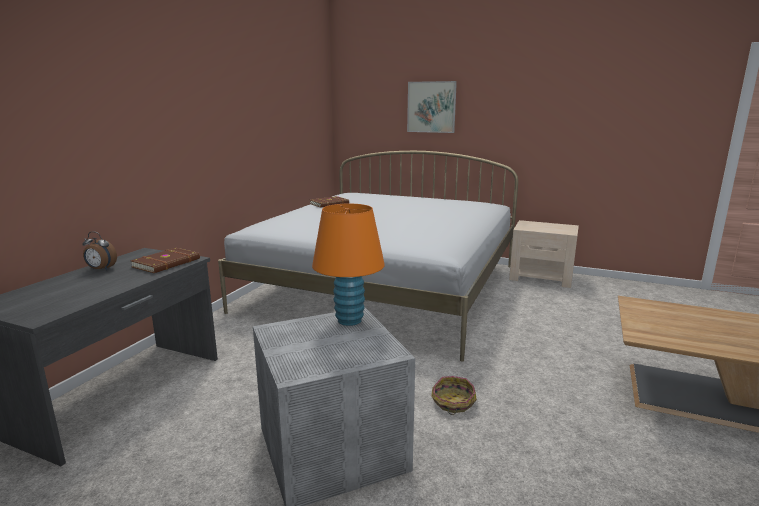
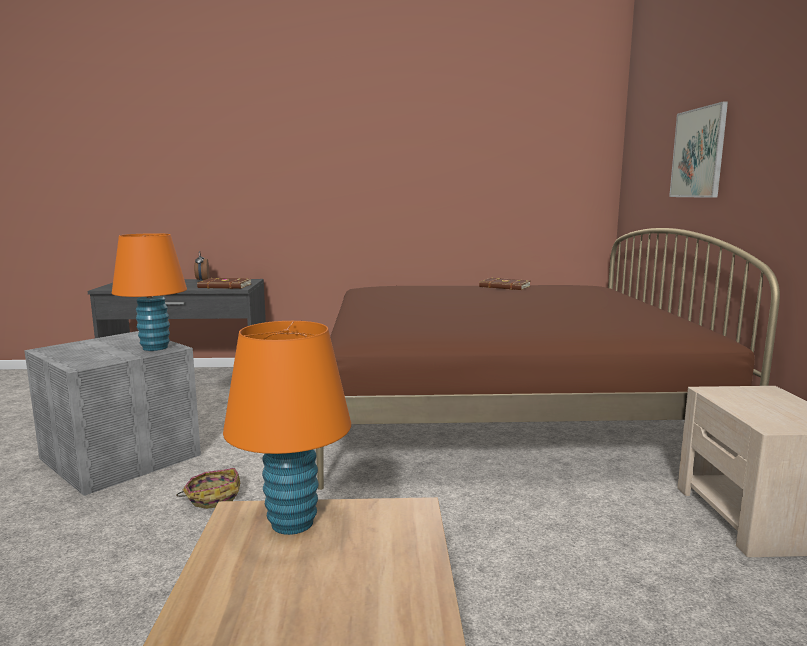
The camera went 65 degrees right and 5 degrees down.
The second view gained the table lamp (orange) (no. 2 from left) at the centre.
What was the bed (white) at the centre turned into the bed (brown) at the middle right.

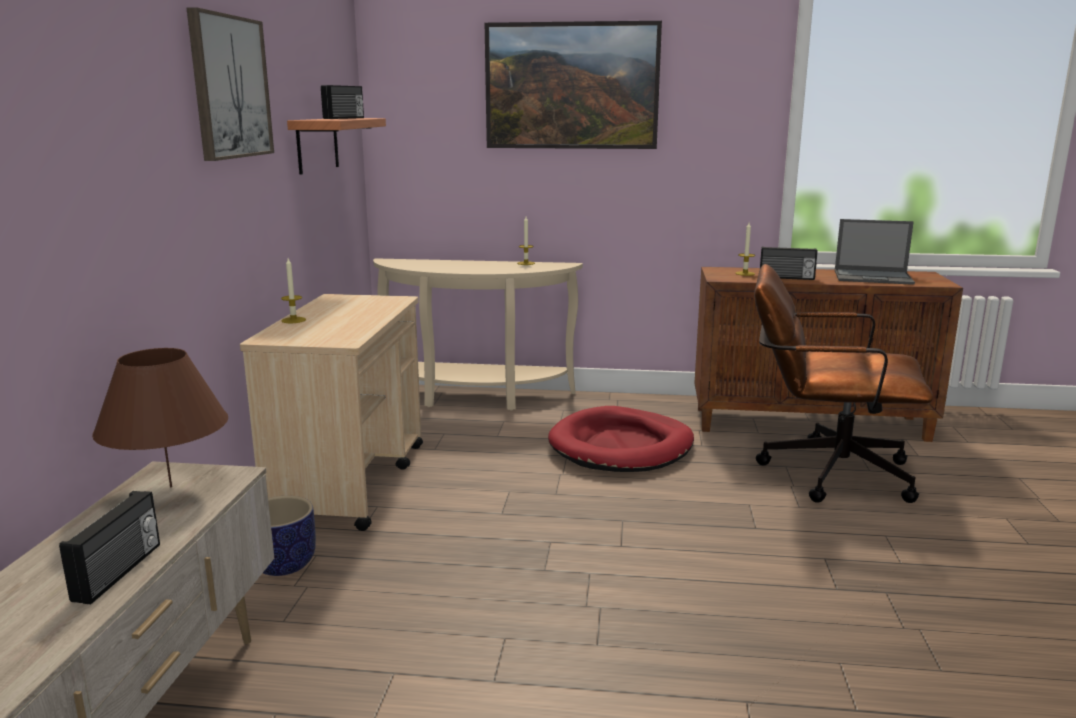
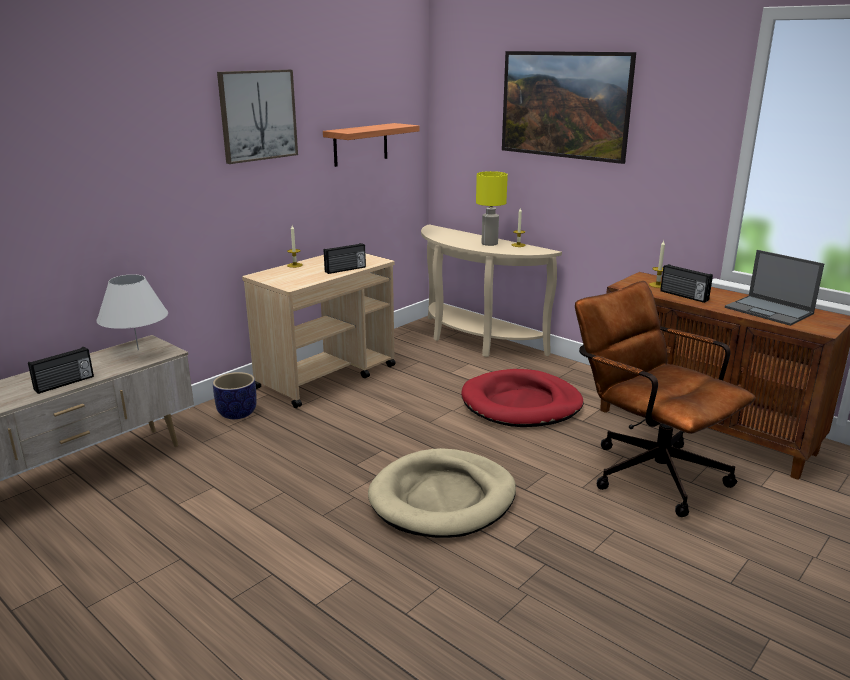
The camera went 35 degrees right and 5 degrees up.
The second view gained the dog bed (beige) at the bottom centre.
The second view gained the table lamp (yellow) at the top centre.
The radio (no. 2 from left) ended up elsewhere, having gone from the top left to the centre.
What was the table lamp (brown) at the middle left turned into the table lamp (white) at the middle left.

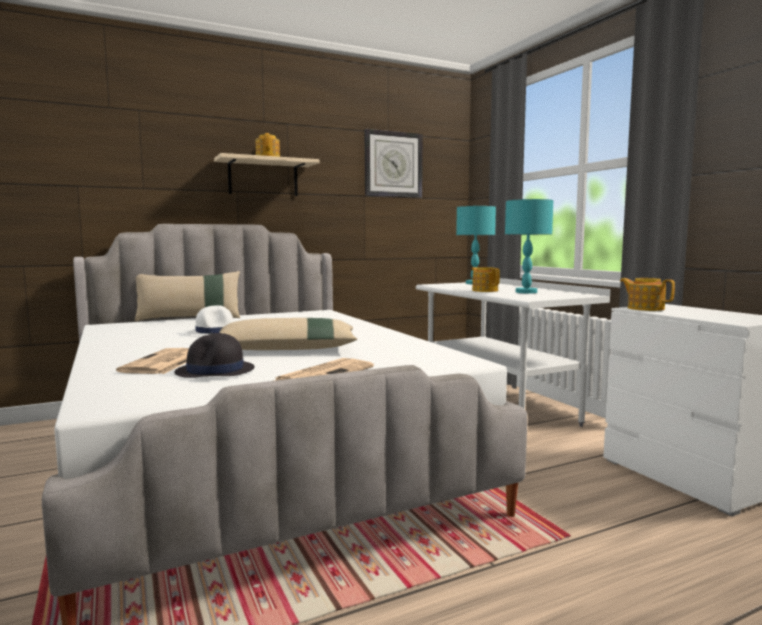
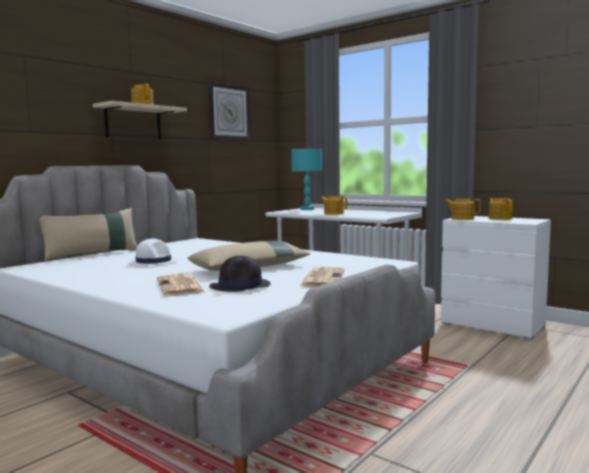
The camera went 25 degrees left and 0 degrees up.
The second view lost the table lamp (turquoise) (no. 2 from left) at the middle right.
The second view gained the teapot (no. 4 from left) at the middle right.

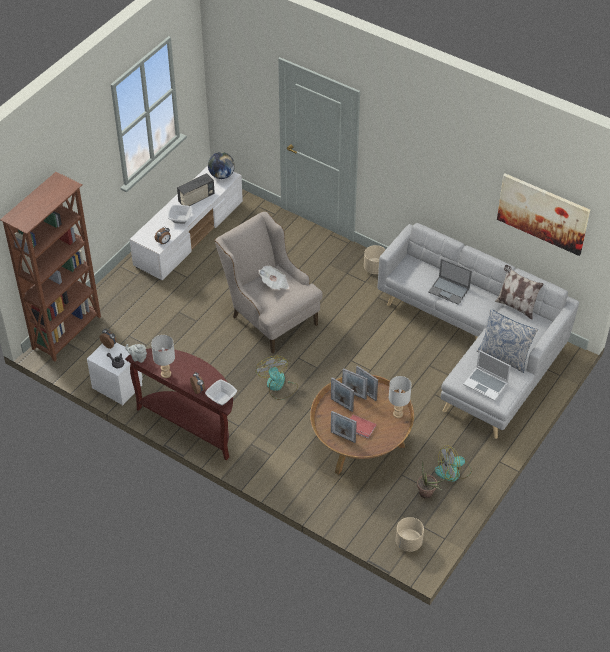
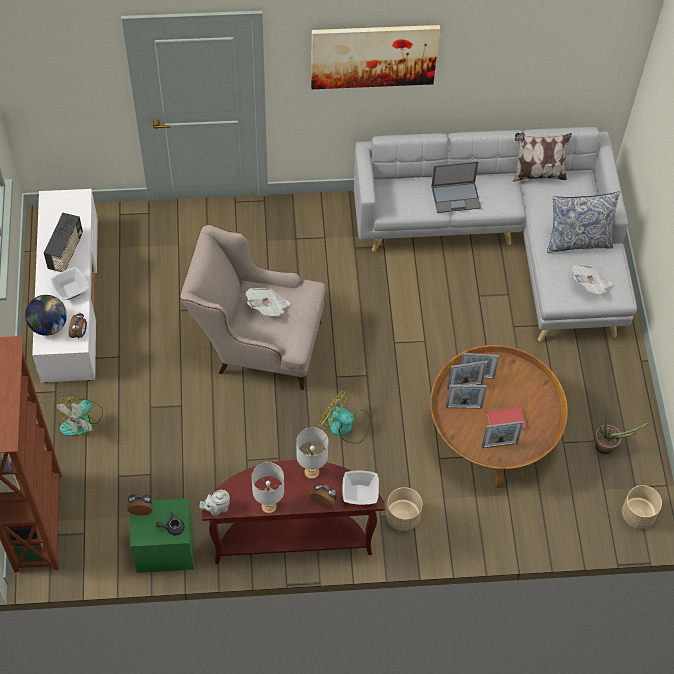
The camera went 40 degrees left and 10 degrees up.
The globe ended up elsewhere, having gone from the top centre to the middle left.
The planter (beige) (no. 1 from left) ended up elsewhere, having gone from the centre to the bottom centre.
The table lamp (grey) (no. 2 from left) ended up elsewhere, having gone from the centre to the bottom centre.
The fan (no. 2 from left in the first image) ended up elsewhere, having gone from the bottom right to the middle left.
The picture ended up elsewhere, having gone from the top right to the top centre.
Where the laptop (no. 2 from left) stood at the middle right, the newspaper (no. 2 from left) came to stand at the middle right.
What was the nightstand (white) at the middle left turned into the nightstand (green) at the bottom left.

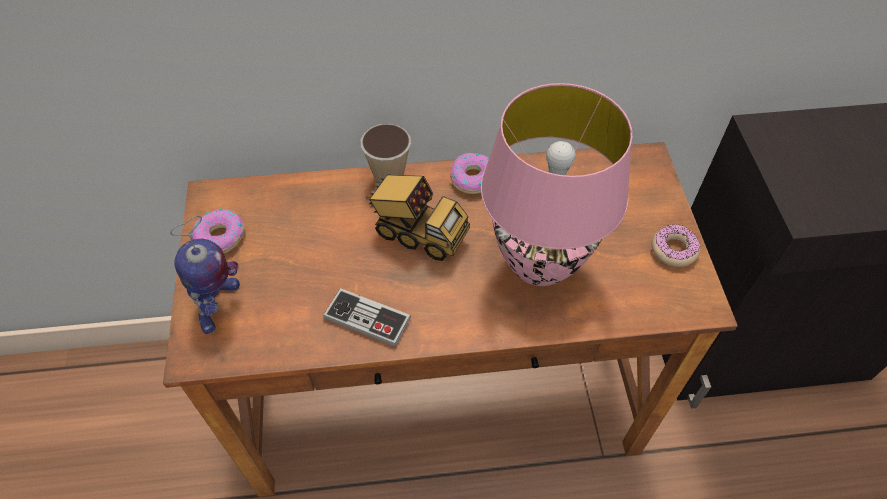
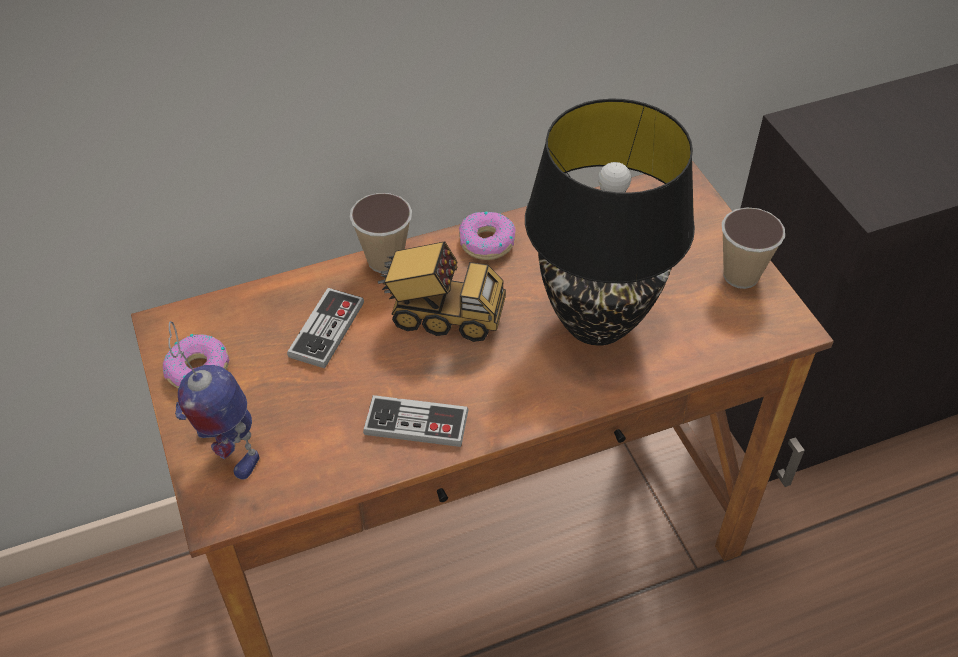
The camera went 15 degrees left and 5 degrees down.
The second view gained the game controller (no. 1 from left) at the centre.
Where the donut (no. 3 from left) stood at the middle right, the cup (no. 2 from left) came to stand at the middle right.
What was the table lamp (pink) at the centre turned into the table lamp (black) at the centre.
The toy robot at the middle left ended up facing another way, 135 degrees clockwise from before.

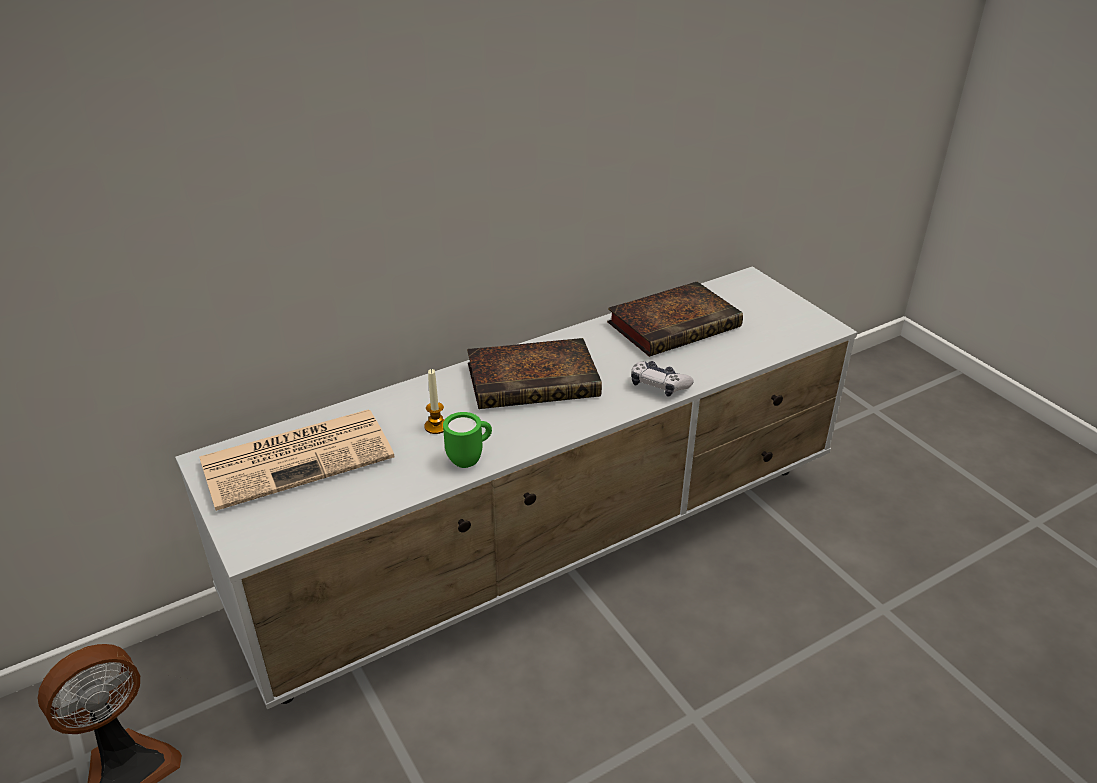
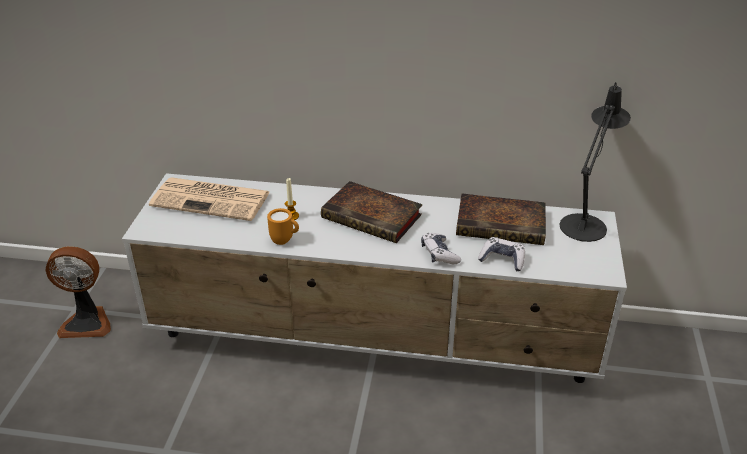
The camera went 40 degrees right and 0 degrees up.
The second view gained the game controller (no. 2 from left) at the middle right.
The second view gained the table lamp (black) at the middle right.
What was the mug (green) at the centre turned into the mug (orange) at the centre.

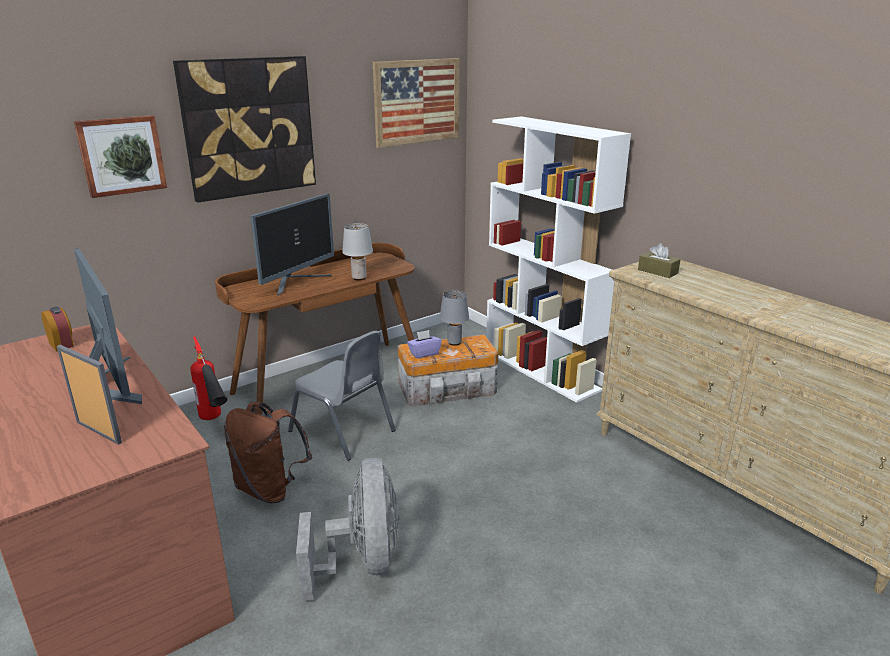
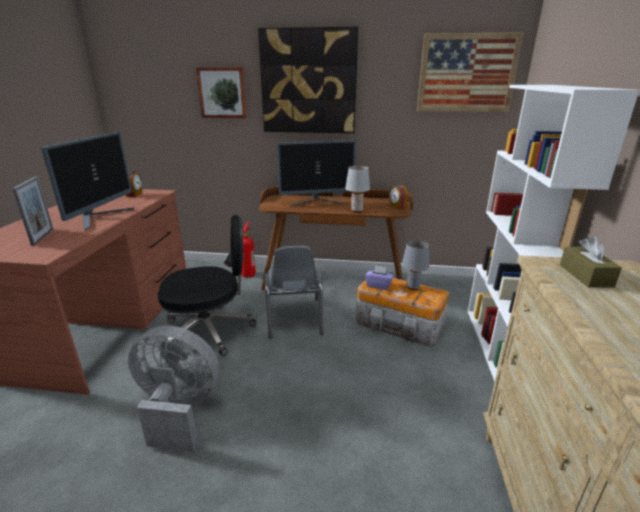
The camera went 45 degrees right and 0 degrees up.
The second view gained the alarm clock (no. 2 from left) at the centre.
Where the backpack (brown) stood at the bottom left, the office chair (black) came to stand at the middle left.
The fan (grey) at the bottom centre ended up facing another way, 120 degrees counterclockwise from before.

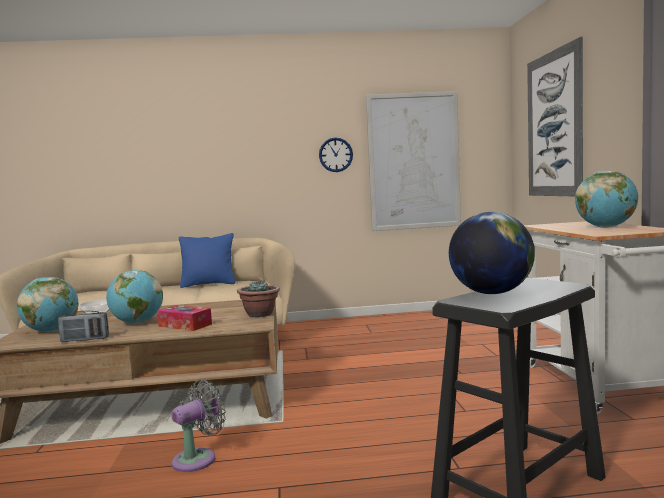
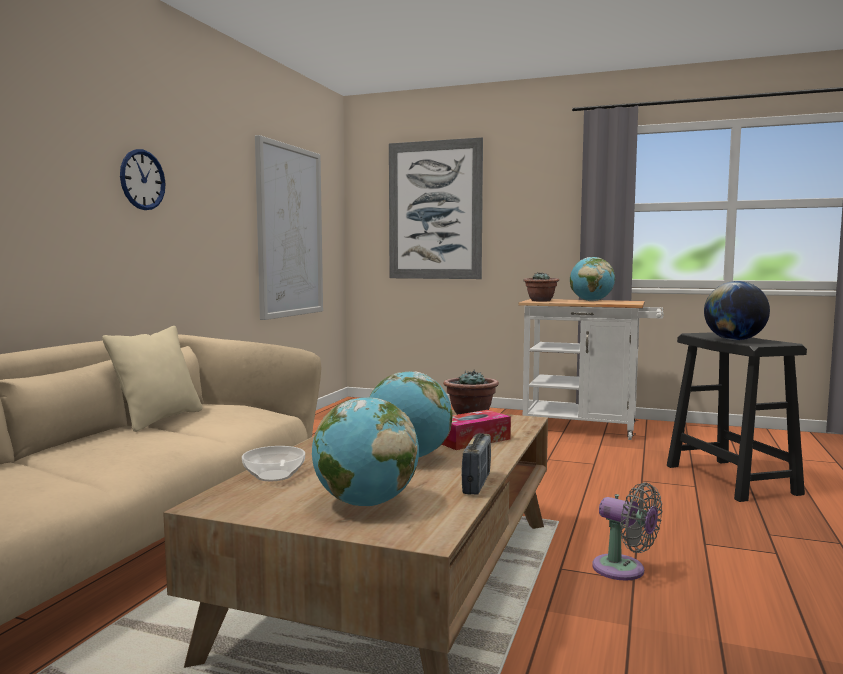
The camera went 65 degrees left and 0 degrees up.
The second view gained the potted plant (no. 2 from left) at the centre.
The wall clock ended up elsewhere, having gone from the top centre to the top left.
What was the pillow (blue) at the middle left turned into the pillow (beige) at the middle left.
The fan (grey) at the bottom left ended up facing another way, 150 degrees clockwise from before.

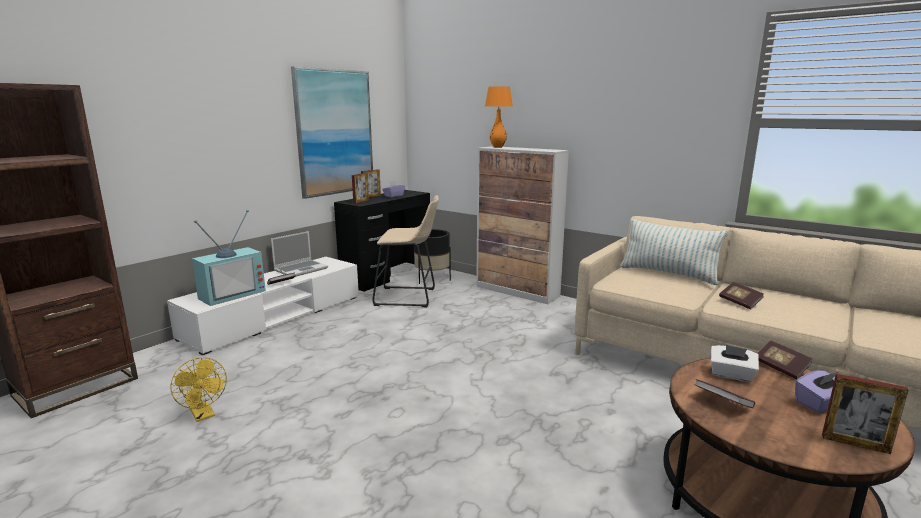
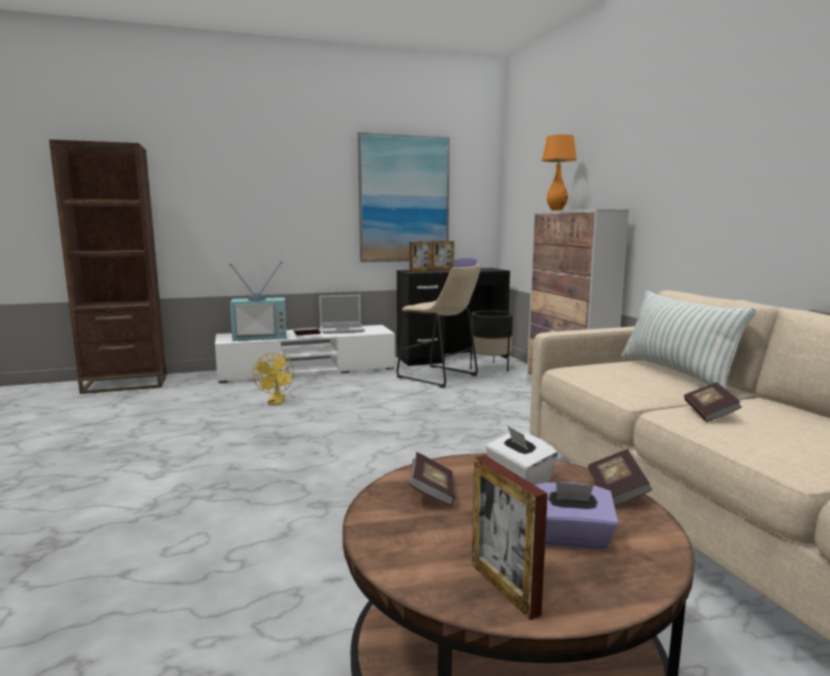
The camera went 35 degrees right and 5 degrees down.
The fan (yellow) ended up elsewhere, having gone from the bottom left to the middle left.

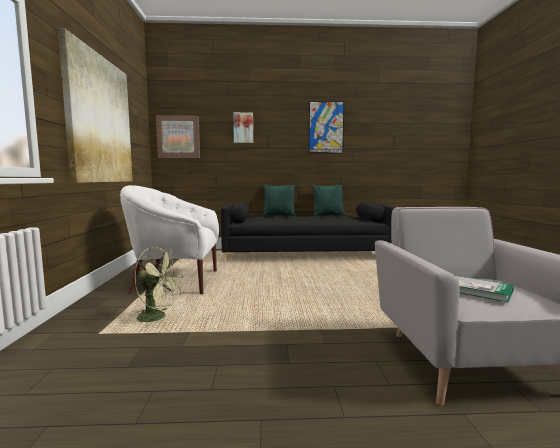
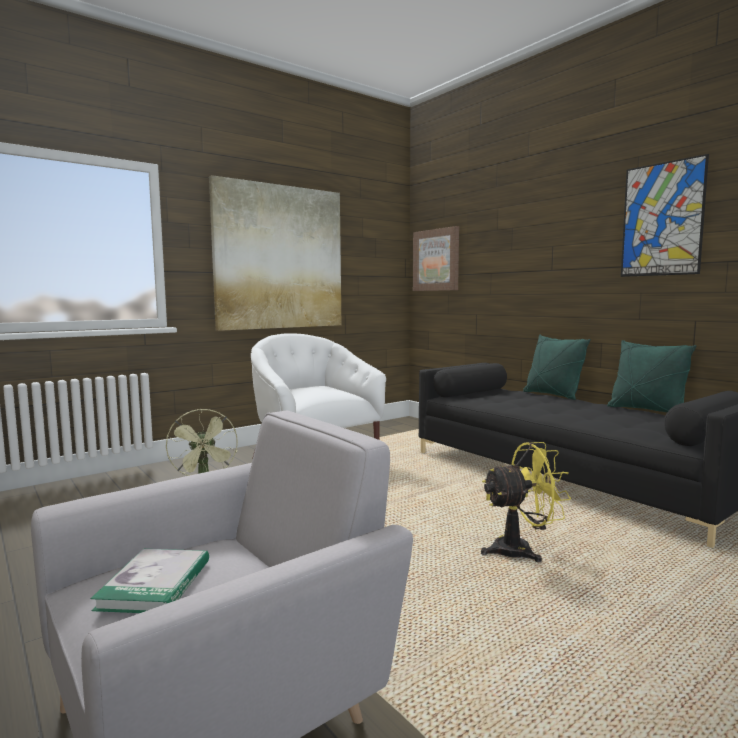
The camera went 55 degrees right and 0 degrees up.
The second view lost the picture (no. 3 from left) at the top centre.
The second view gained the fan (yellow) at the bottom right.

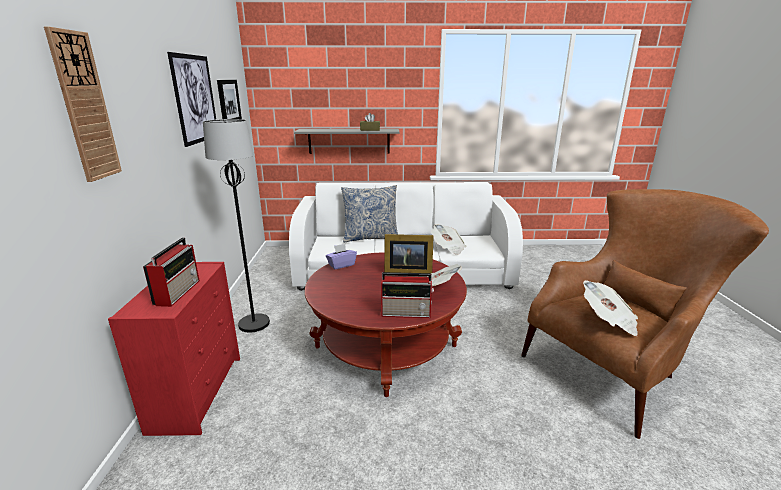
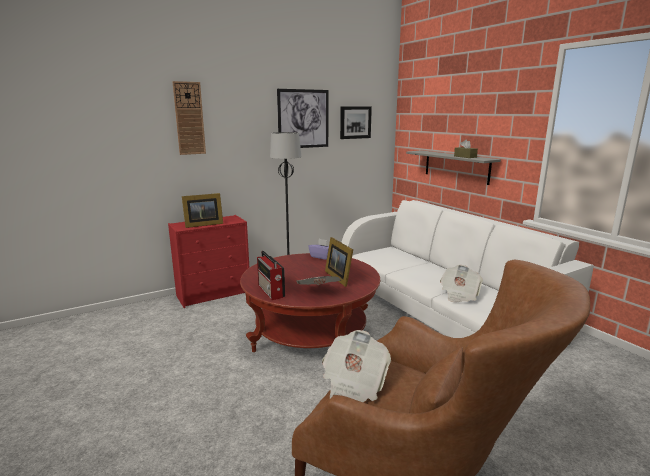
The camera went 60 degrees right and 5 degrees down.
The second view lost the pillow at the centre.
Where the radio (no. 1 from left) stood at the middle left, the picture frame (no. 1 from left) came to stand at the middle left.

